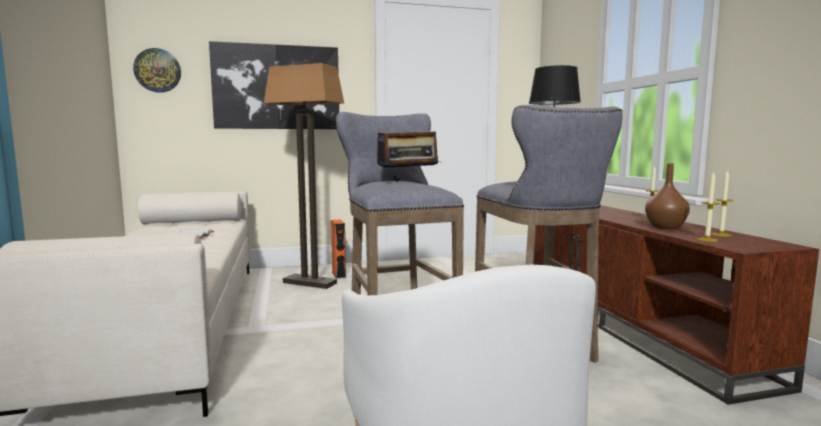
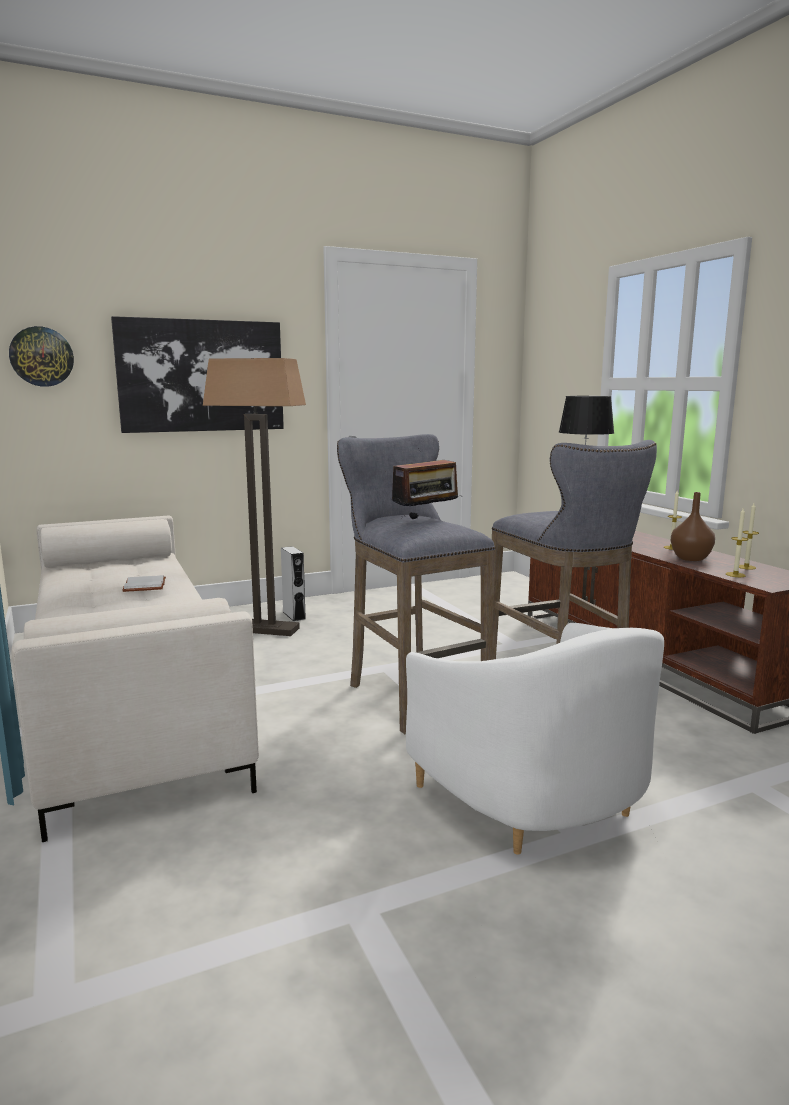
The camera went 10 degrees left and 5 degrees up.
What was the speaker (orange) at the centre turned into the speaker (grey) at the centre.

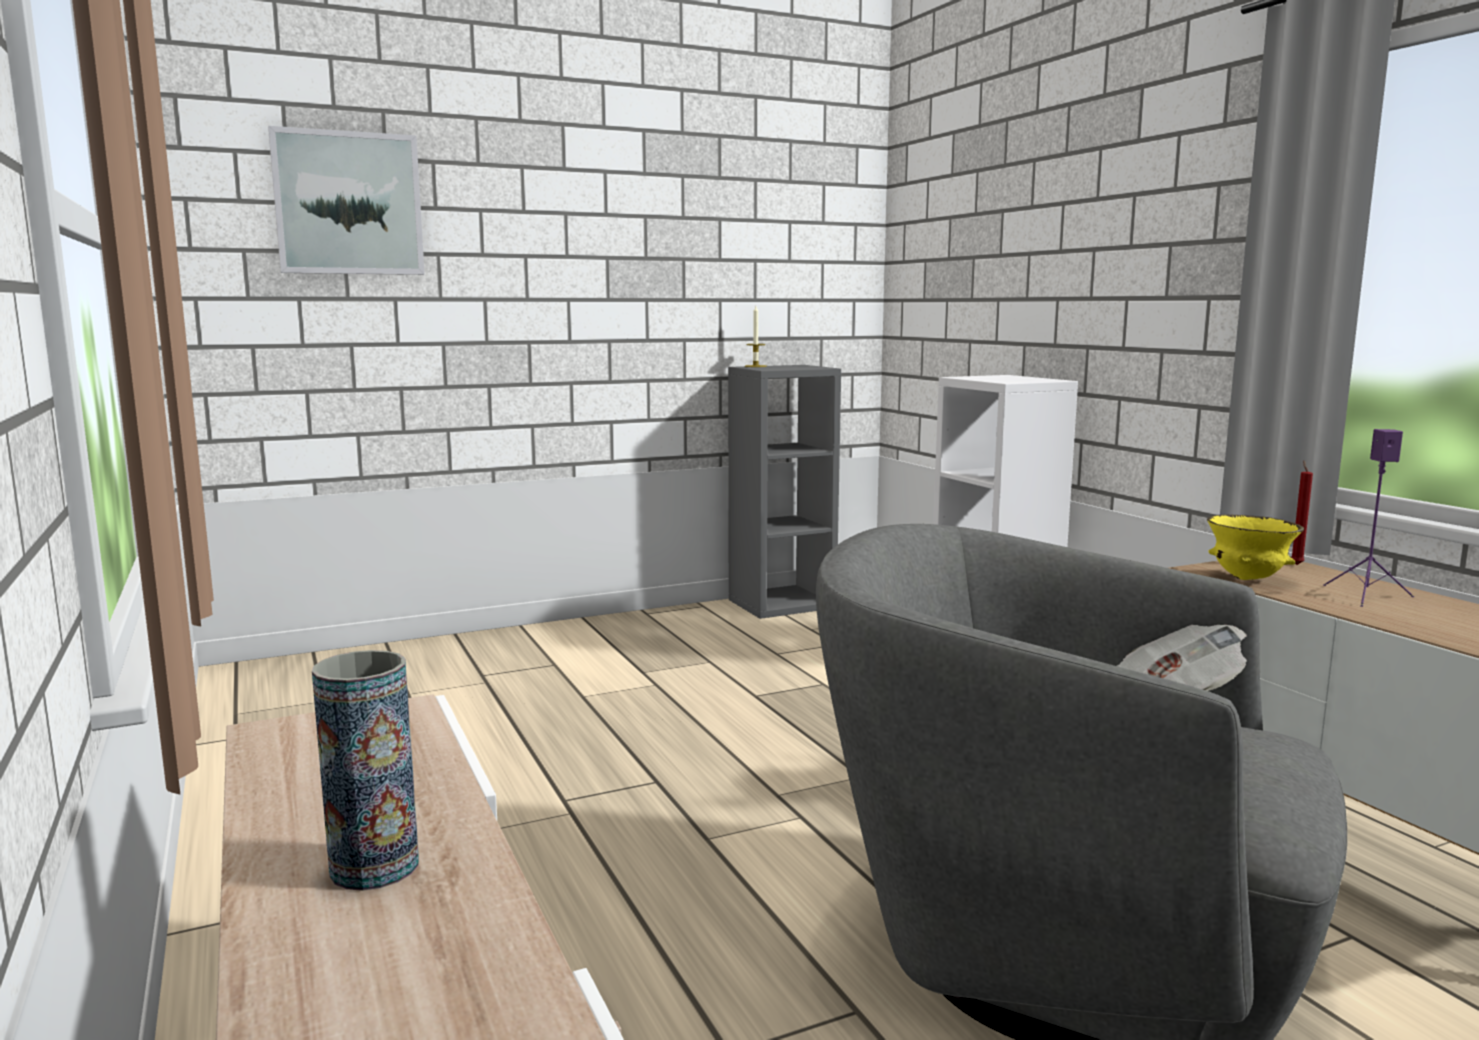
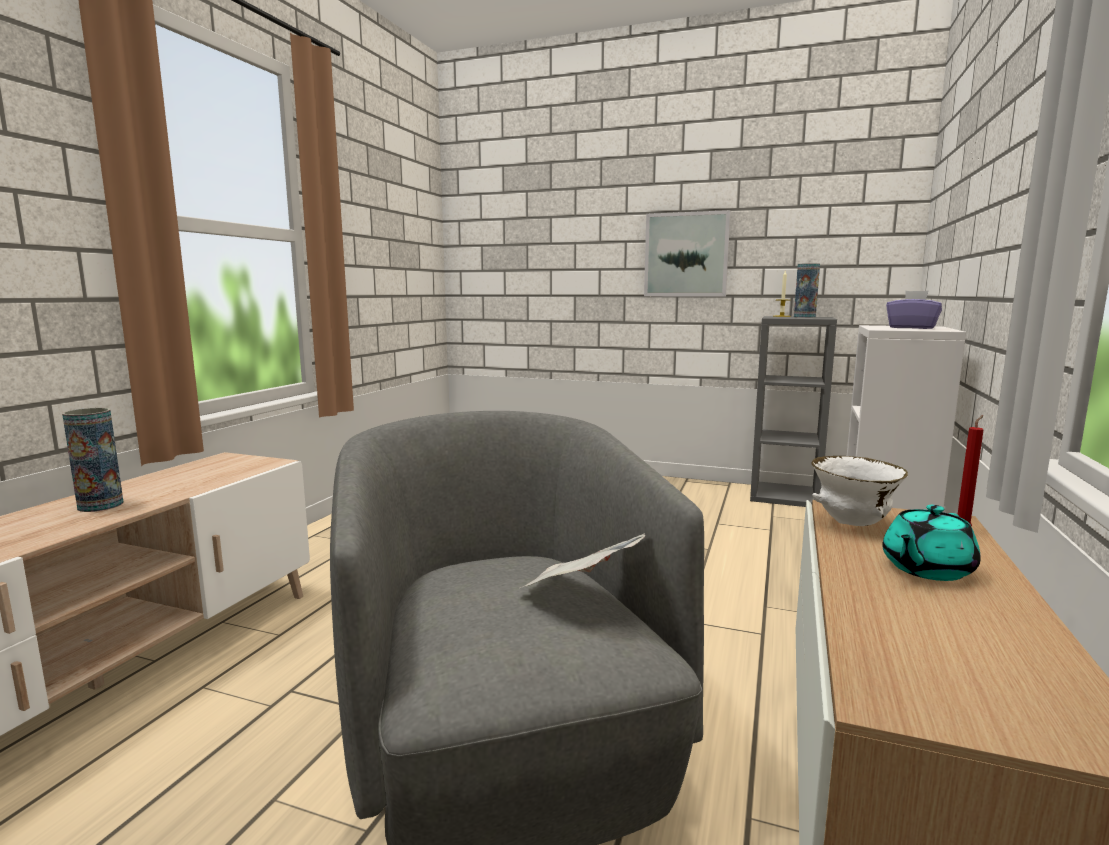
The camera went 45 degrees right and 0 degrees up.
The second view gained the vase (no. 2 from left) at the middle right.
The second view gained the tissue box (purple) at the middle right.
The picture ended up elsewhere, having gone from the top left to the top centre.
Where the speaker (purple) stood at the middle right, the teapot (turquoise) came to stand at the middle right.
What was the bowl (yellow) at the middle right turned into the bowl (white) at the middle right.

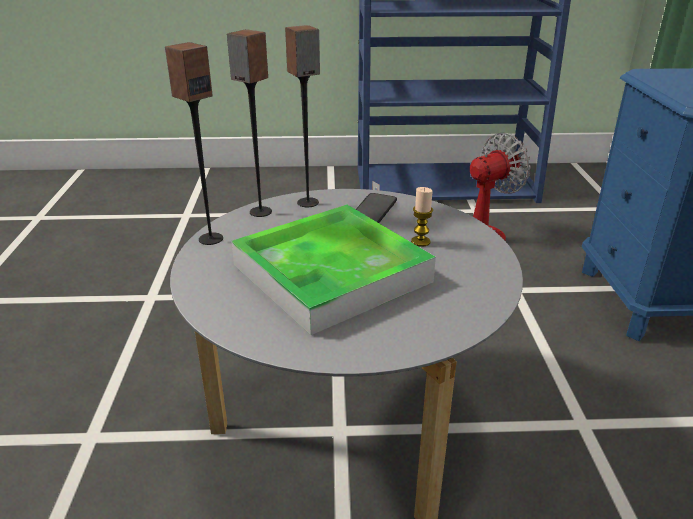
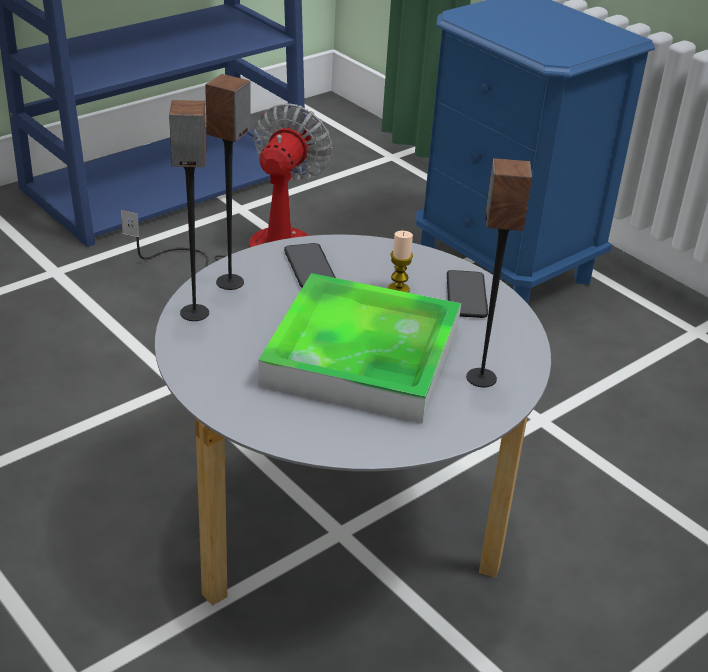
The camera went 40 degrees left and 5 degrees up.
The second view gained the phone (no. 2 from left) at the centre.
The speaker (no. 1 from left in the first image) ended up elsewhere, having gone from the top left to the middle right.

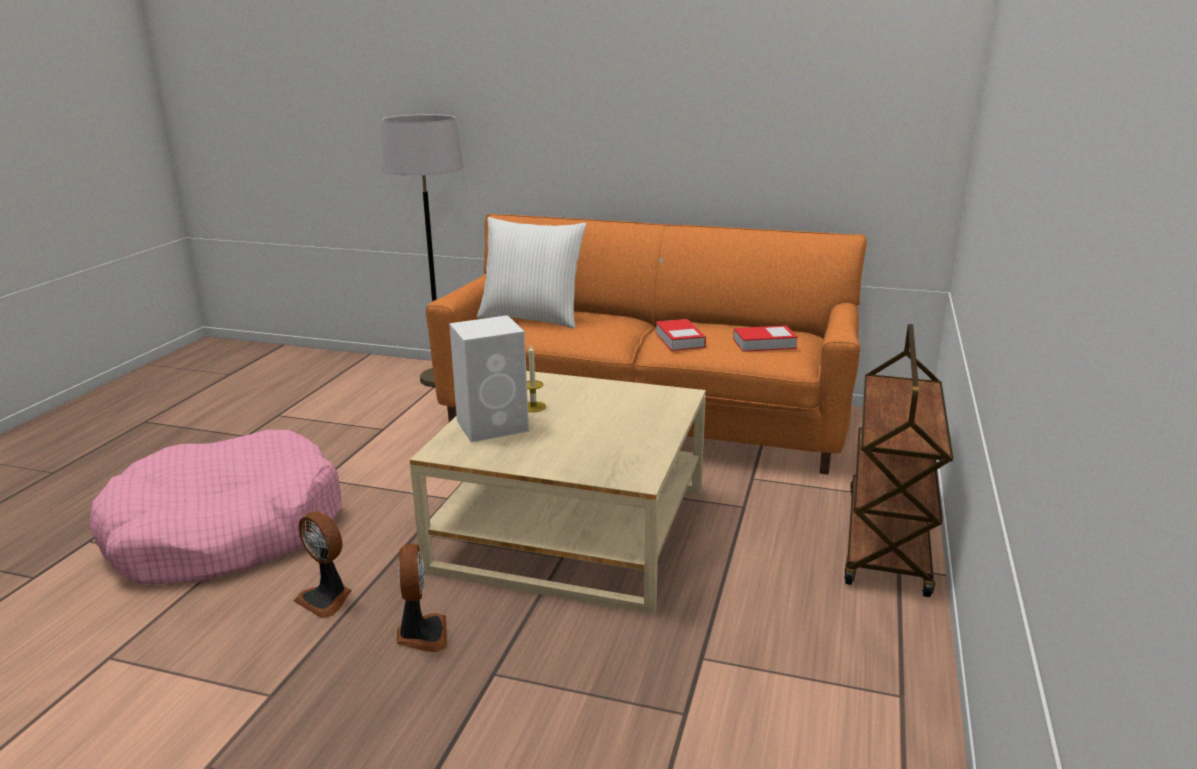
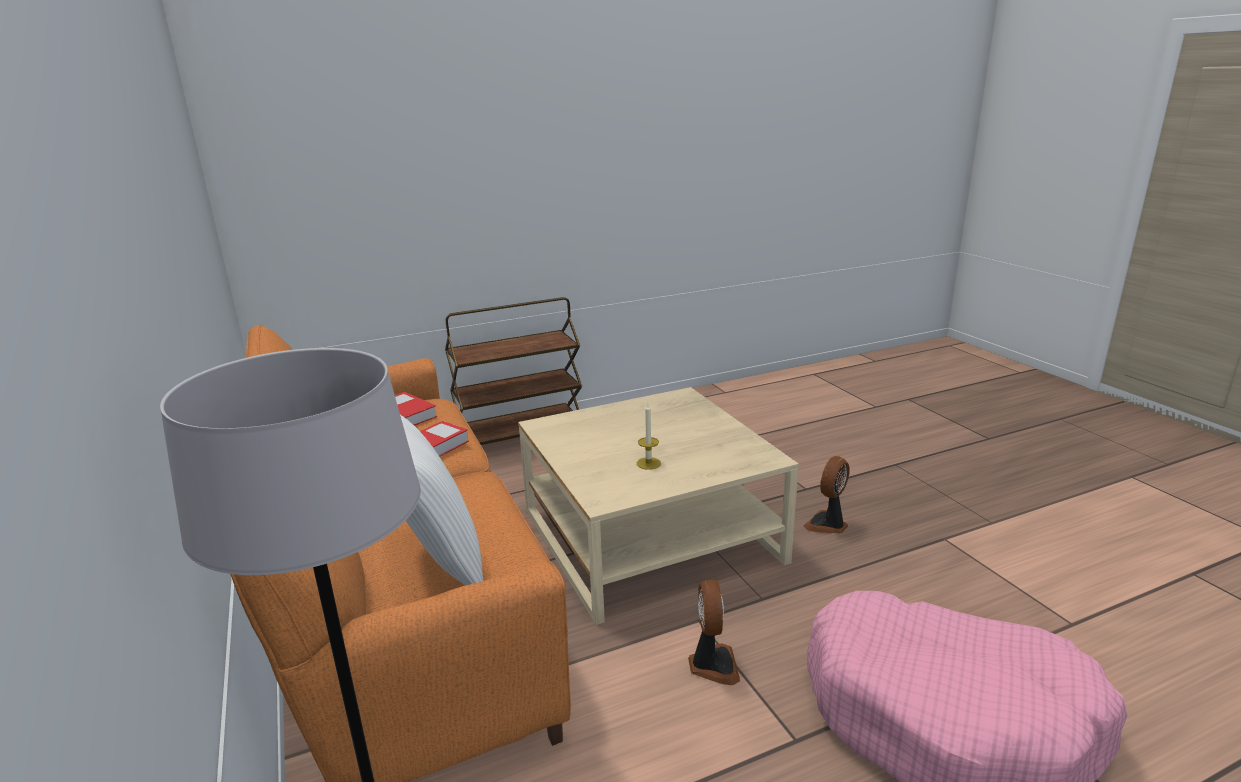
The camera went 130 degrees left and 0 degrees up.
The second view lost the speaker (white) at the centre.
The fan (no. 1 from left) ended up elsewhere, having gone from the bottom left to the bottom centre.

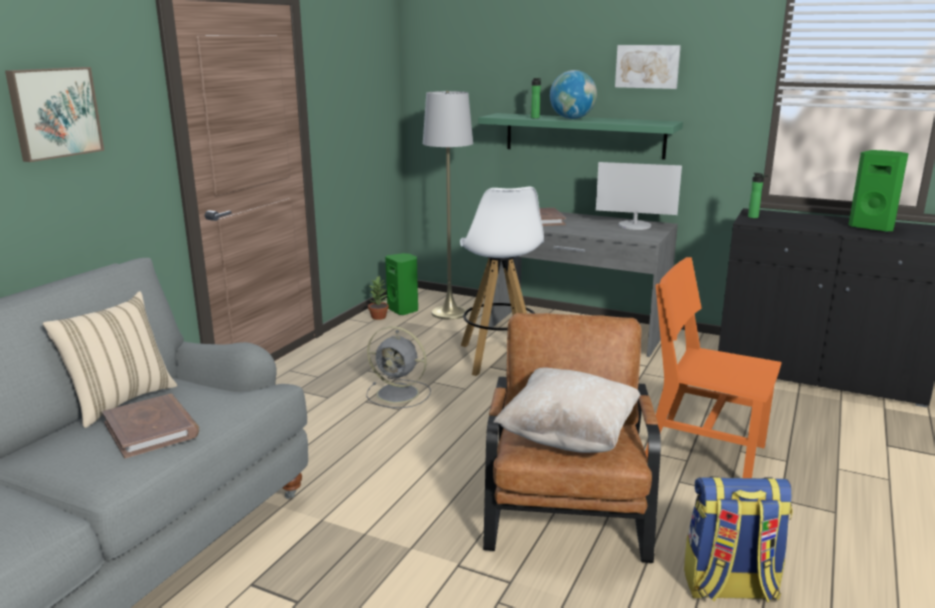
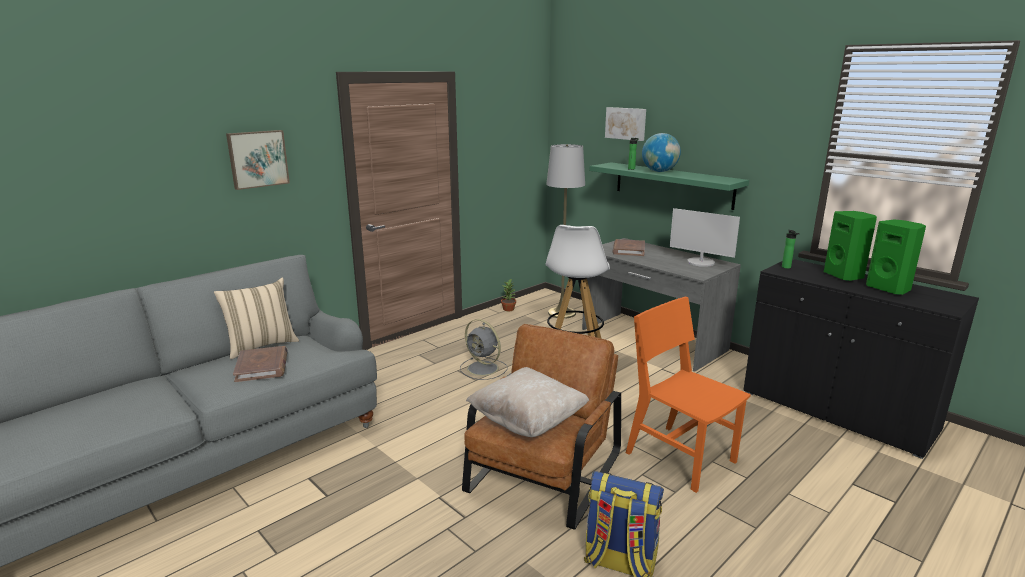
The camera went 20 degrees right and 0 degrees up.
The speaker (green) (no. 1 from left) ended up elsewhere, having gone from the centre to the middle right.
The picture (no. 2 from left) ended up elsewhere, having gone from the top right to the top centre.

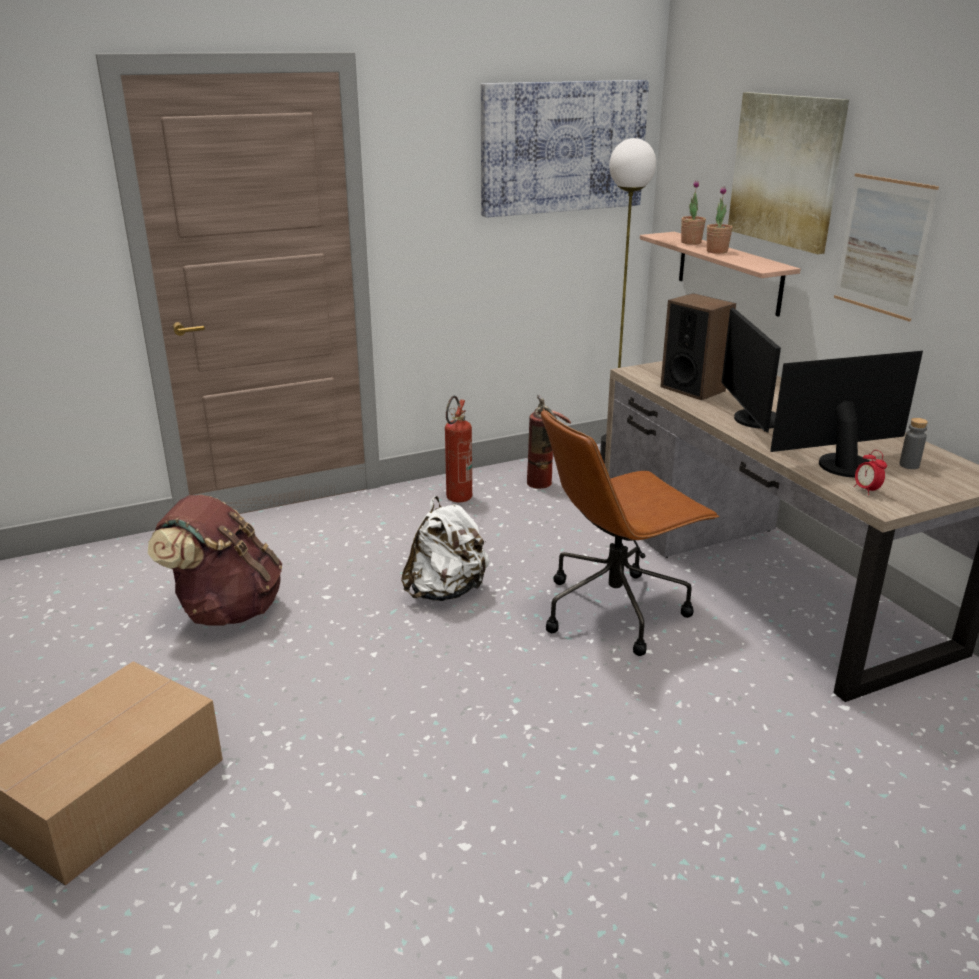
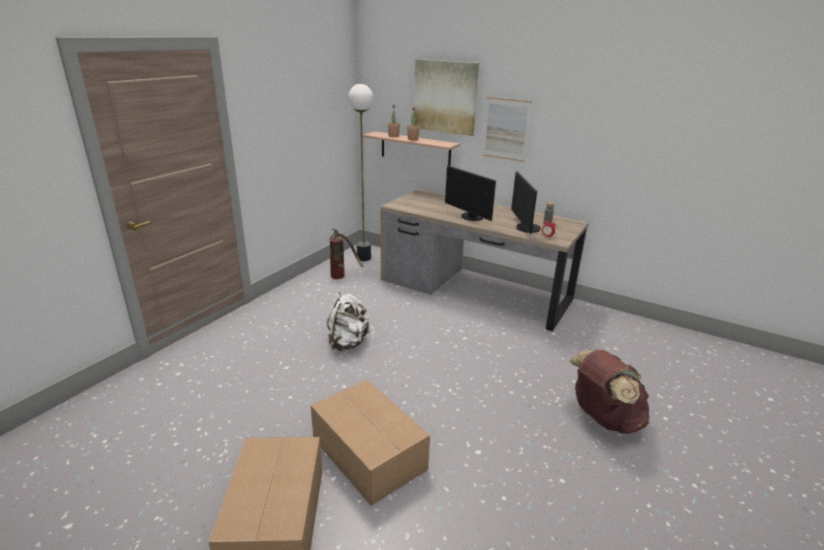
The camera went 35 degrees left and 0 degrees up.
The second view lost the fire extinguisher (no. 1 from left) at the centre.
The second view lost the picture (no. 1 from left) at the top centre.
The second view lost the office chair (brown) at the centre.
The second view lost the speaker at the middle right.
The second view gained the cardboard box (no. 2 from left) at the bottom centre.
The backpack (brown) ended up elsewhere, having gone from the middle left to the bottom right.
The monitor (no. 2 from left) at the middle right ended up facing another way, 45 degrees counterclockwise from before.

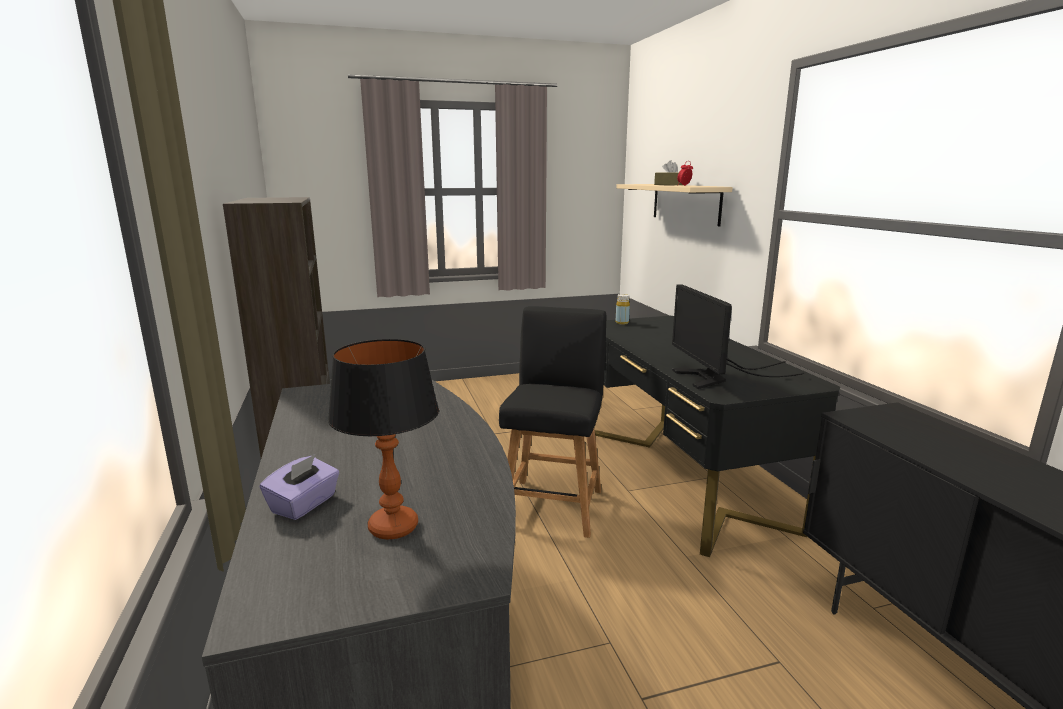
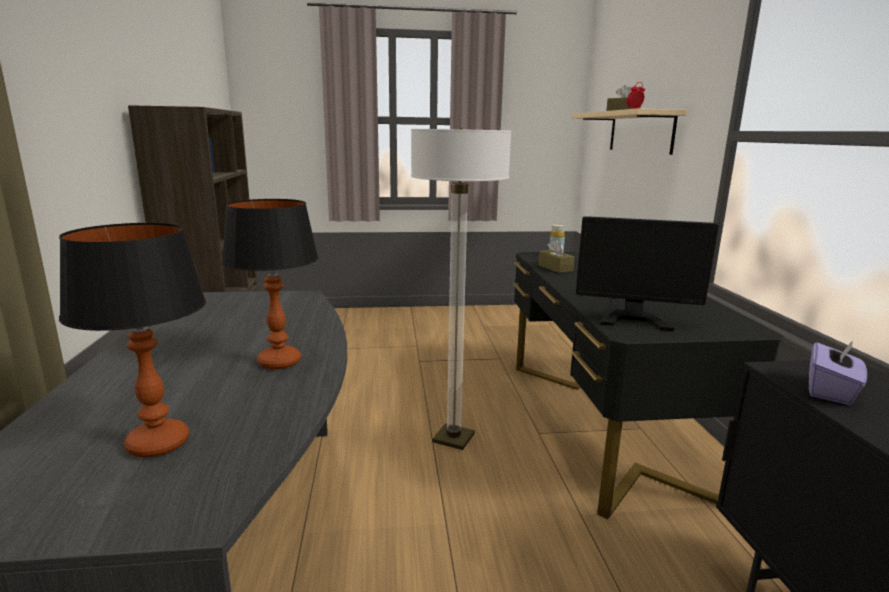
The camera went 10 degrees right and 0 degrees up.
The second view gained the table lamp (no. 2 from left) at the middle left.
The second view gained the tissue box (brown) (no. 1 from left) at the centre.
The tissue box (purple) ended up elsewhere, having gone from the bottom left to the middle right.
Where the chair (black) stood at the centre, the floor lamp came to stand at the centre.
The monitor at the middle right ended up facing another way, 75 degrees counterclockwise from before.

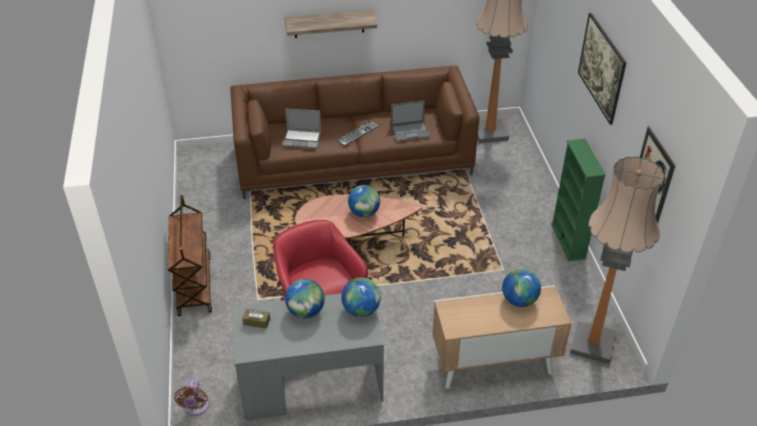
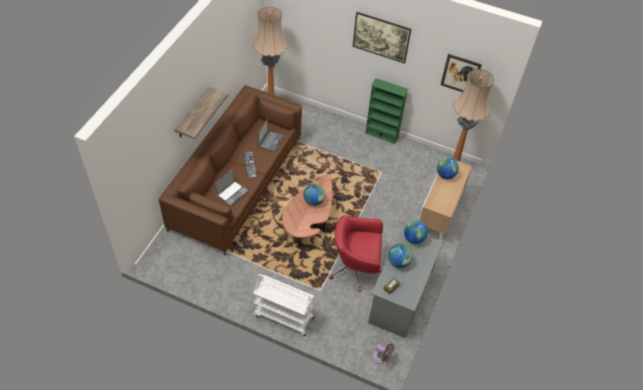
The camera went 60 degrees left and 10 degrees up.
What was the cart (brown) at the middle left turned into the cart (white) at the bottom centre.

